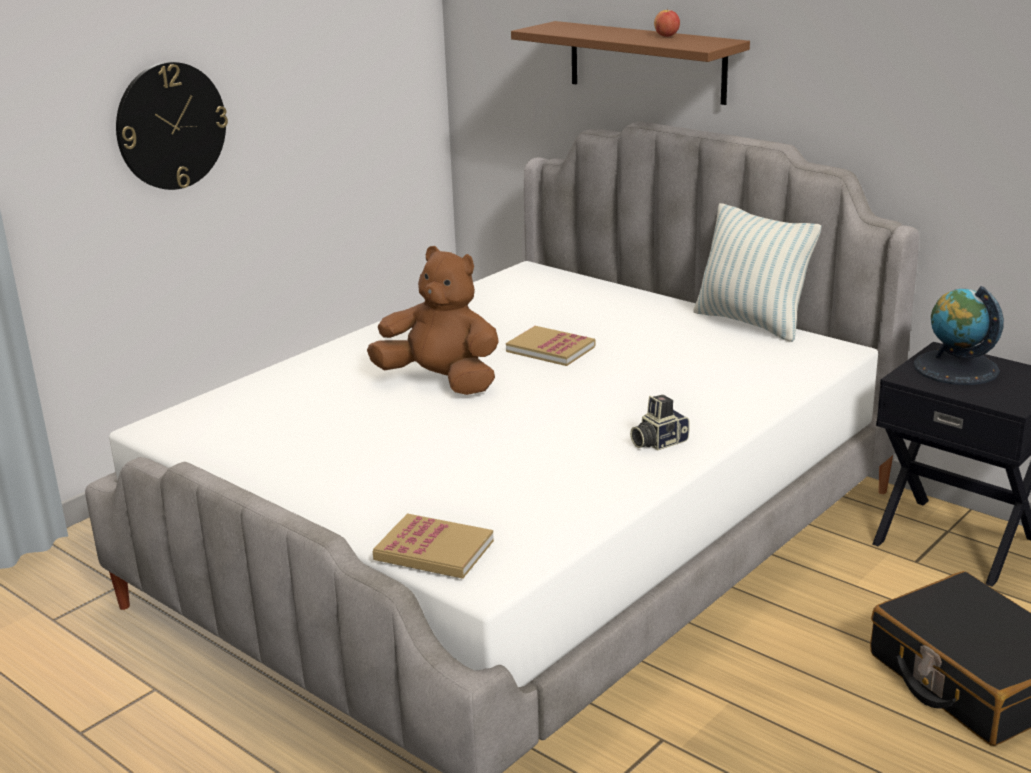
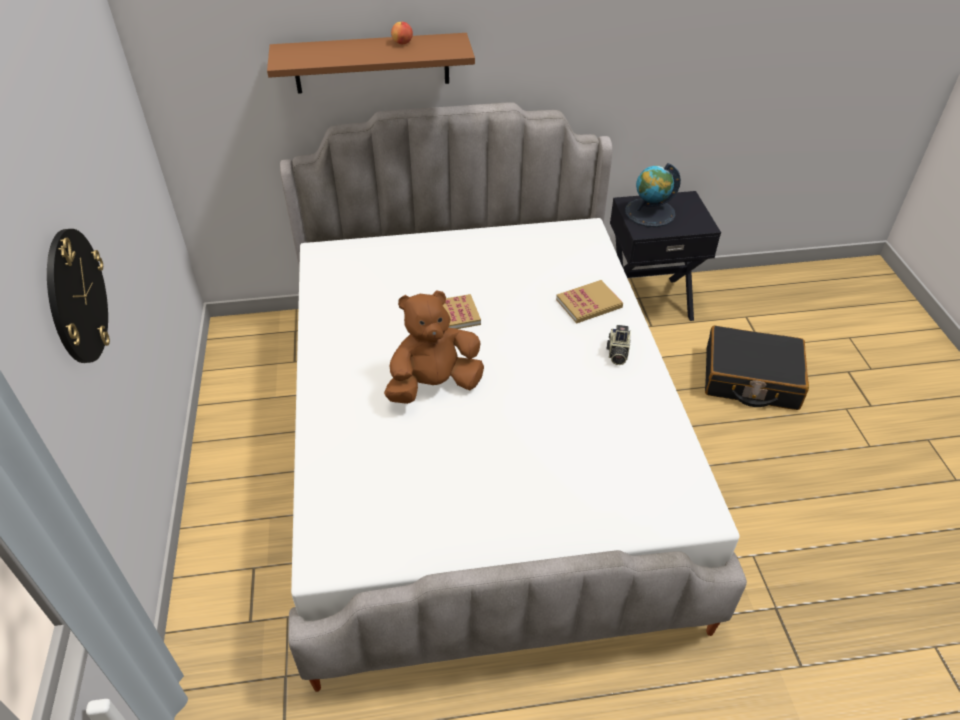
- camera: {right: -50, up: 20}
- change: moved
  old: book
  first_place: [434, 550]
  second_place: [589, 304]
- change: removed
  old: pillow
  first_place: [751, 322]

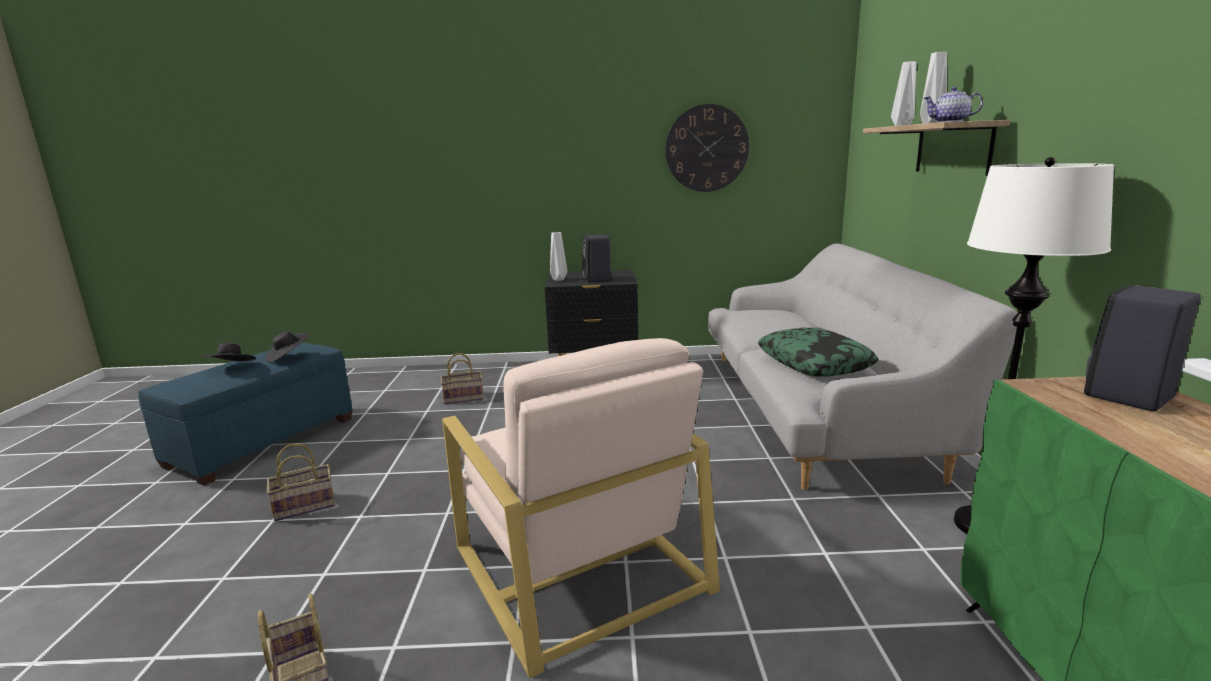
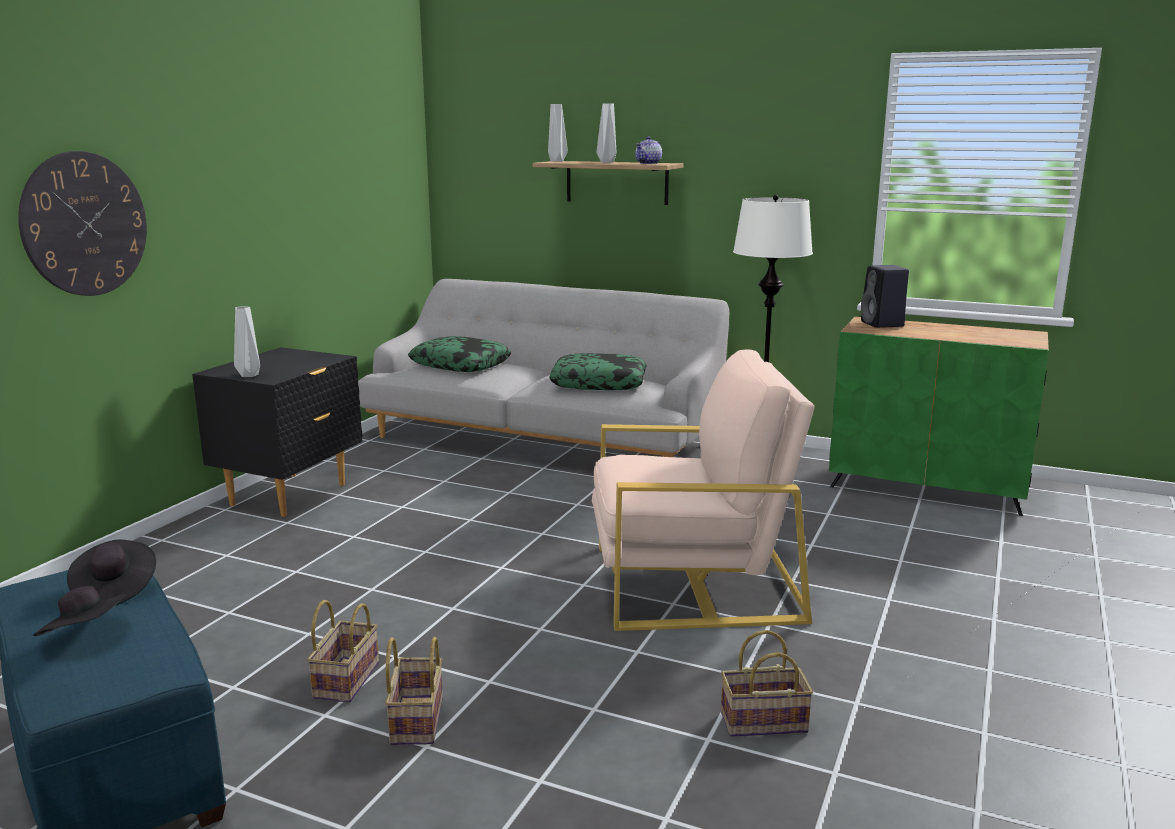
- camera: {right: -65, up: 0}
- change: moved
  old: basket
  first_place: [464, 398]
  second_place: [346, 679]
- change: removed
  old: speaker in black
  first_place: [597, 279]
- change: moved
  old: wall clock
  first_place: [707, 148]
  second_place: [85, 224]
- change: added
  new: pillow
  second_place: [461, 364]

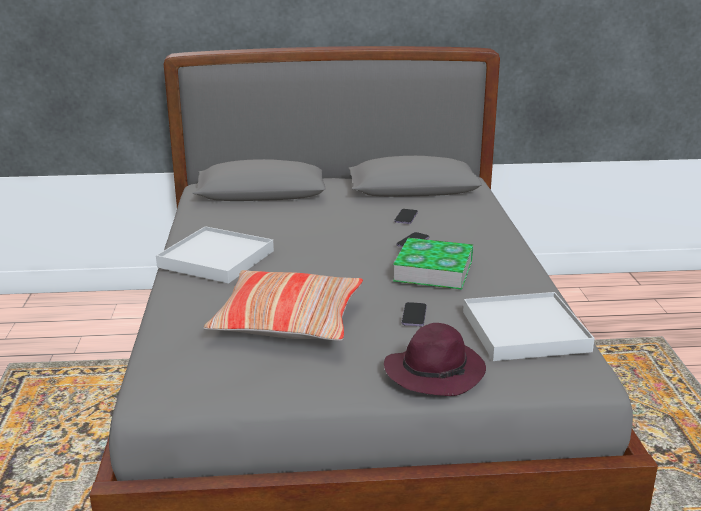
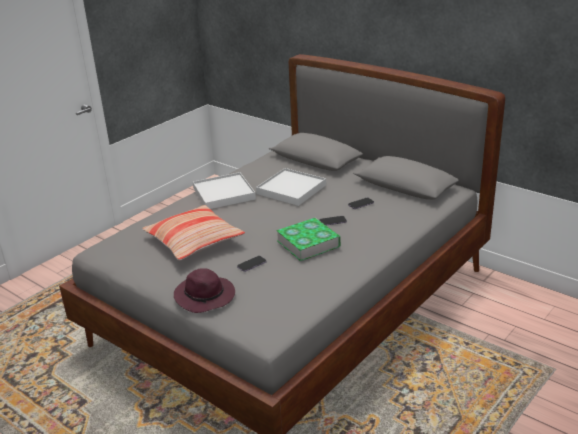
- camera: {right: 45, up: 5}
- change: moved
  old: tray in white
  first_place: [525, 331]
  second_place: [291, 189]

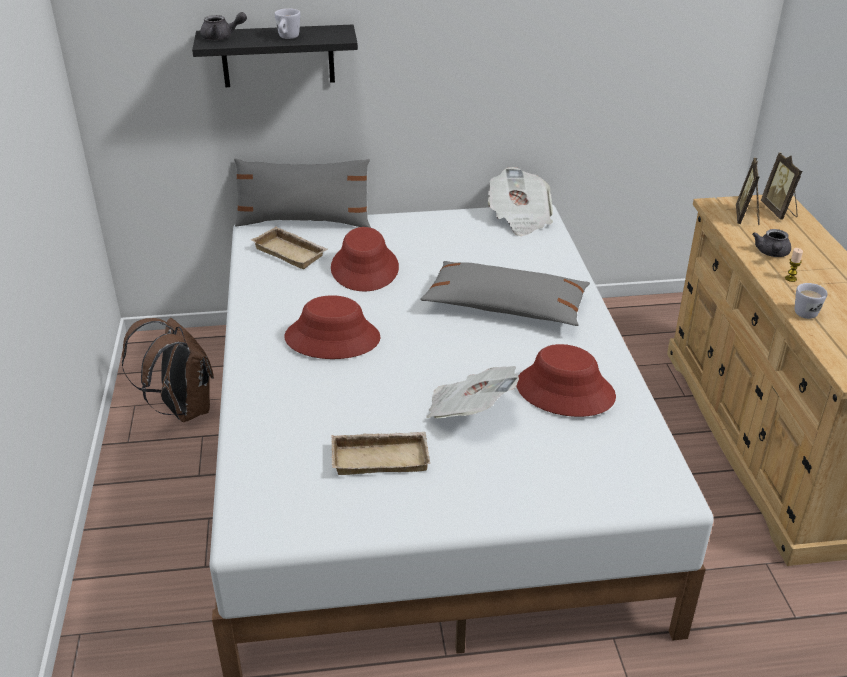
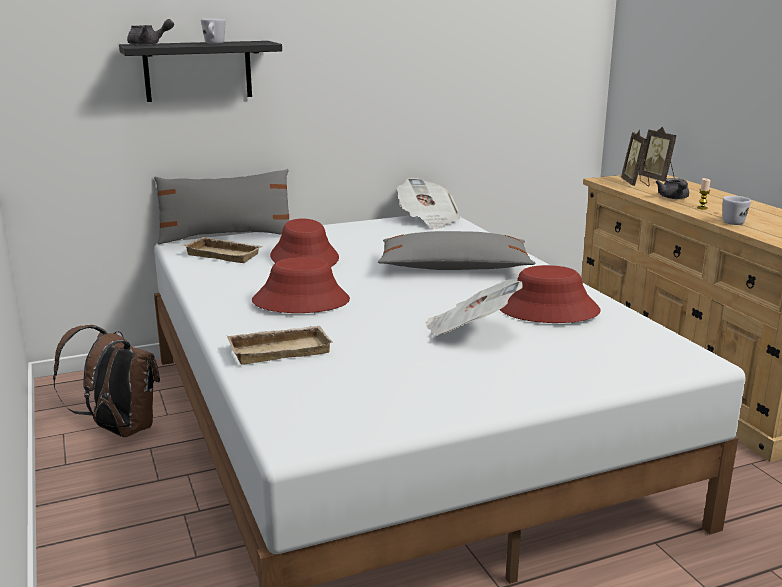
- camera: {right: -15, up: -15}
- change: moved
  old: tray in beige
  first_place: [381, 457]
  second_place: [280, 350]

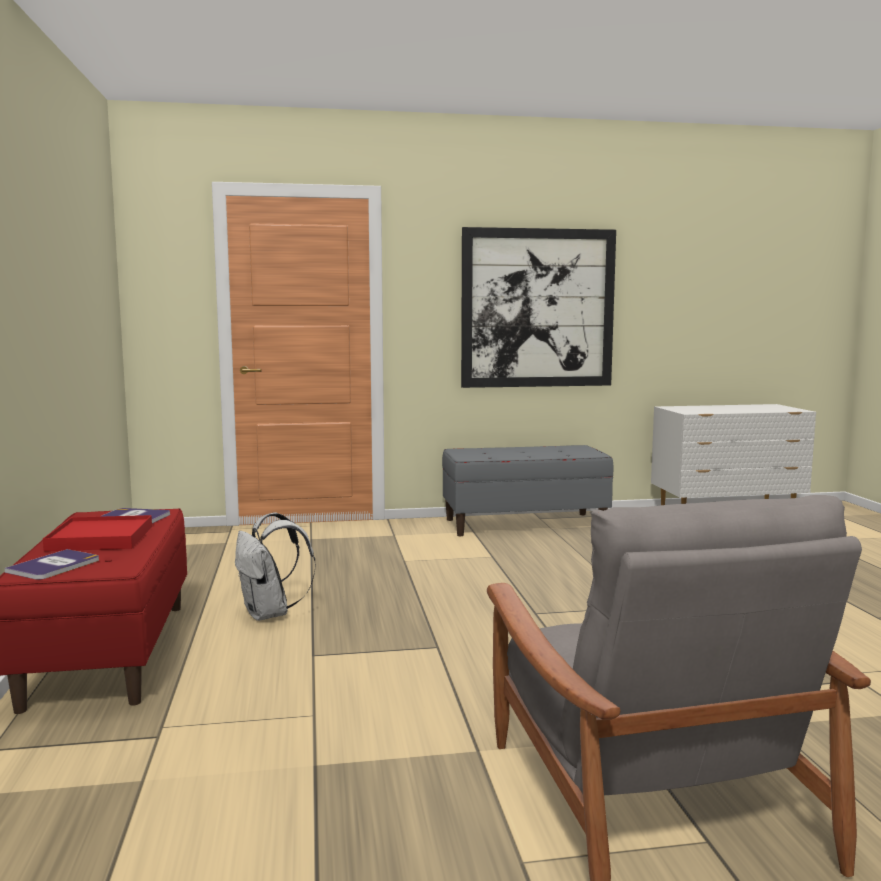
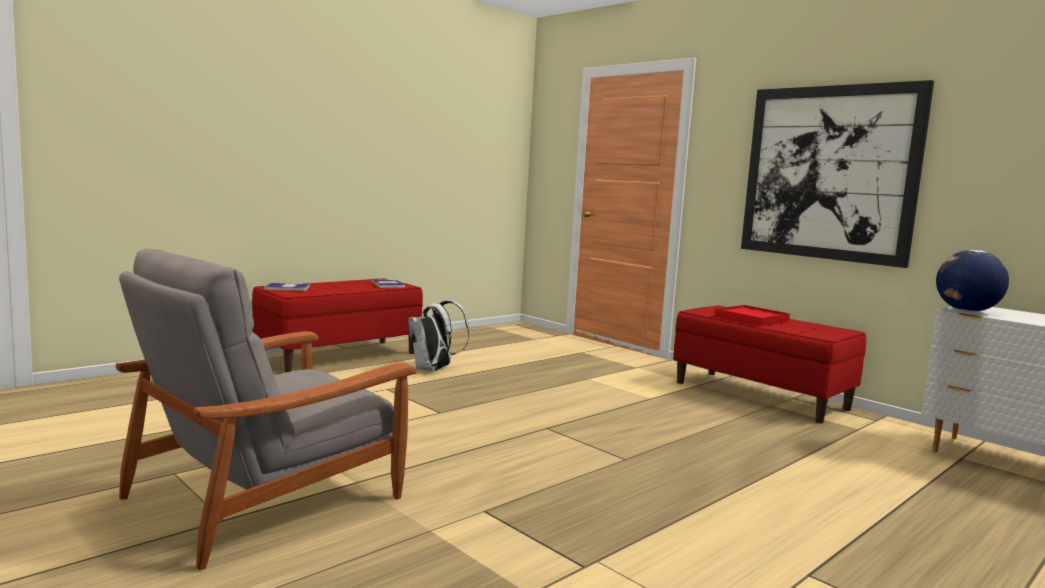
- camera: {right: 55, up: 0}
- change: moved
  old: tray in red
  first_place: [101, 538]
  second_place: [751, 319]
- change: recoloured
  old: bench in grey
  new: bench in red
  first_place: [524, 524]
  second_place: [760, 395]
- change: added
  new: globe
  second_place: [966, 311]

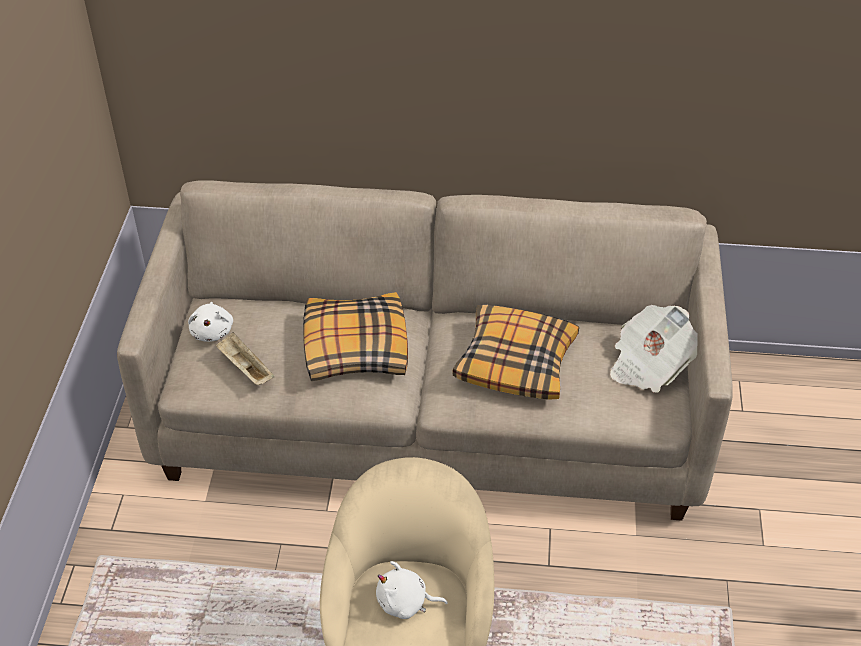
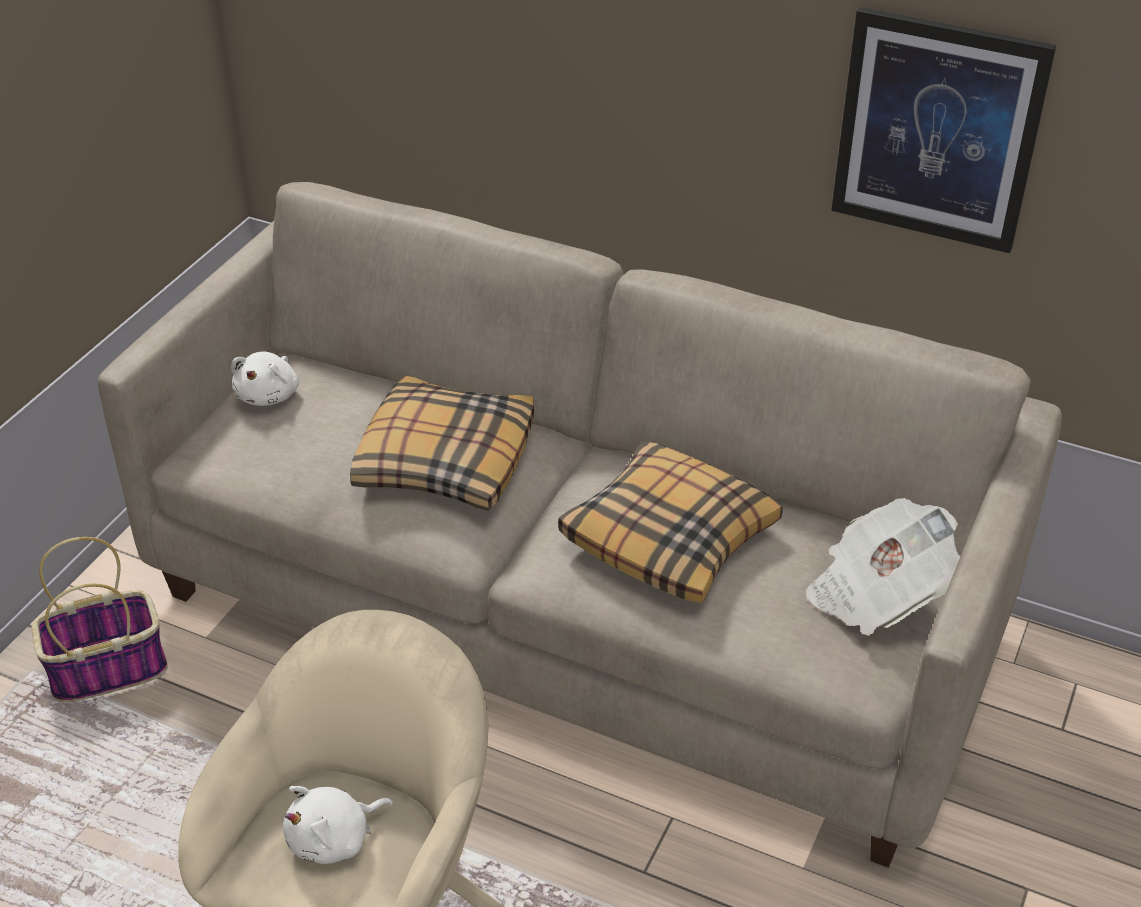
- camera: {right: 20, up: -5}
- change: removed
  old: tray in beige
  first_place: [245, 368]
- change: turned
  old: plush toy in white
  first_place: [405, 603]
  second_place: [334, 839]
  degrees: -60
- change: added
  new: basket
  second_place: [109, 669]
- change: added
  new: picture
  second_place: [937, 131]

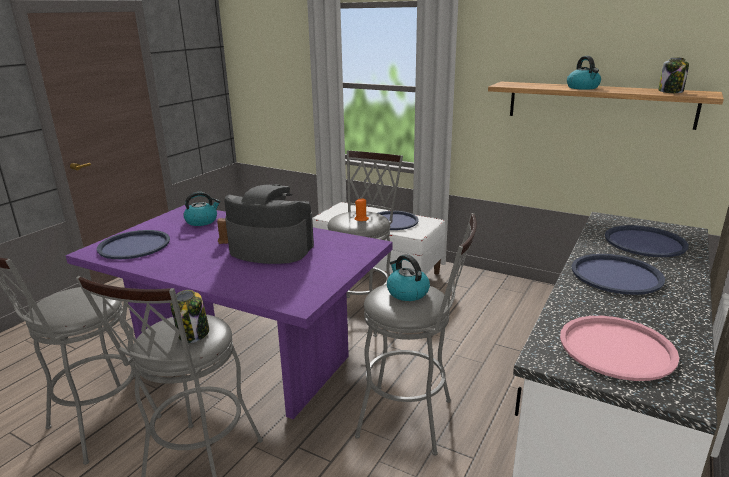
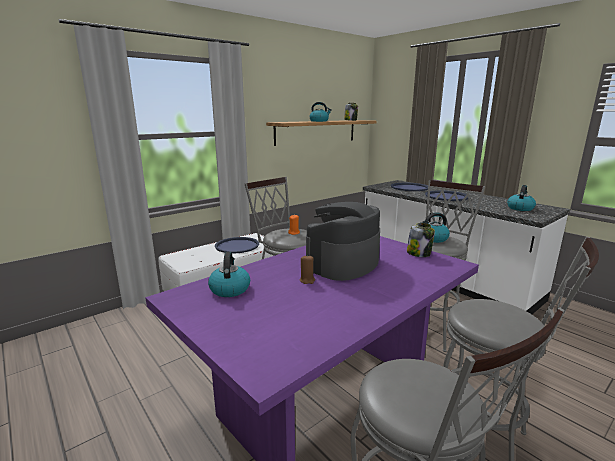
- camera: {right: -70, up: -5}
- change: removed
  old: tray in blue
  first_place: [134, 245]
- change: moved
  old: jar
  first_place: [193, 334]
  second_place: [419, 253]
- change: replaced
  old: tray in pink
  new: kettle
  first_place: [616, 348]
  second_place: [520, 208]

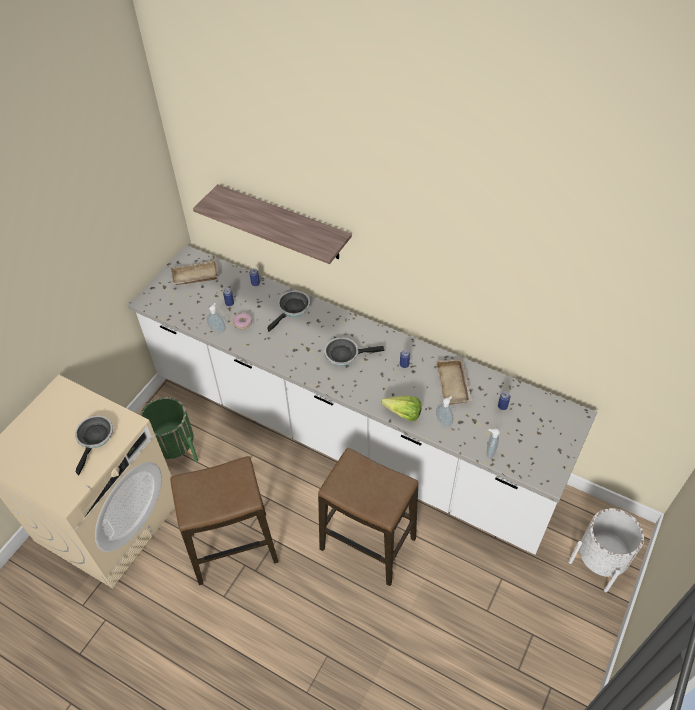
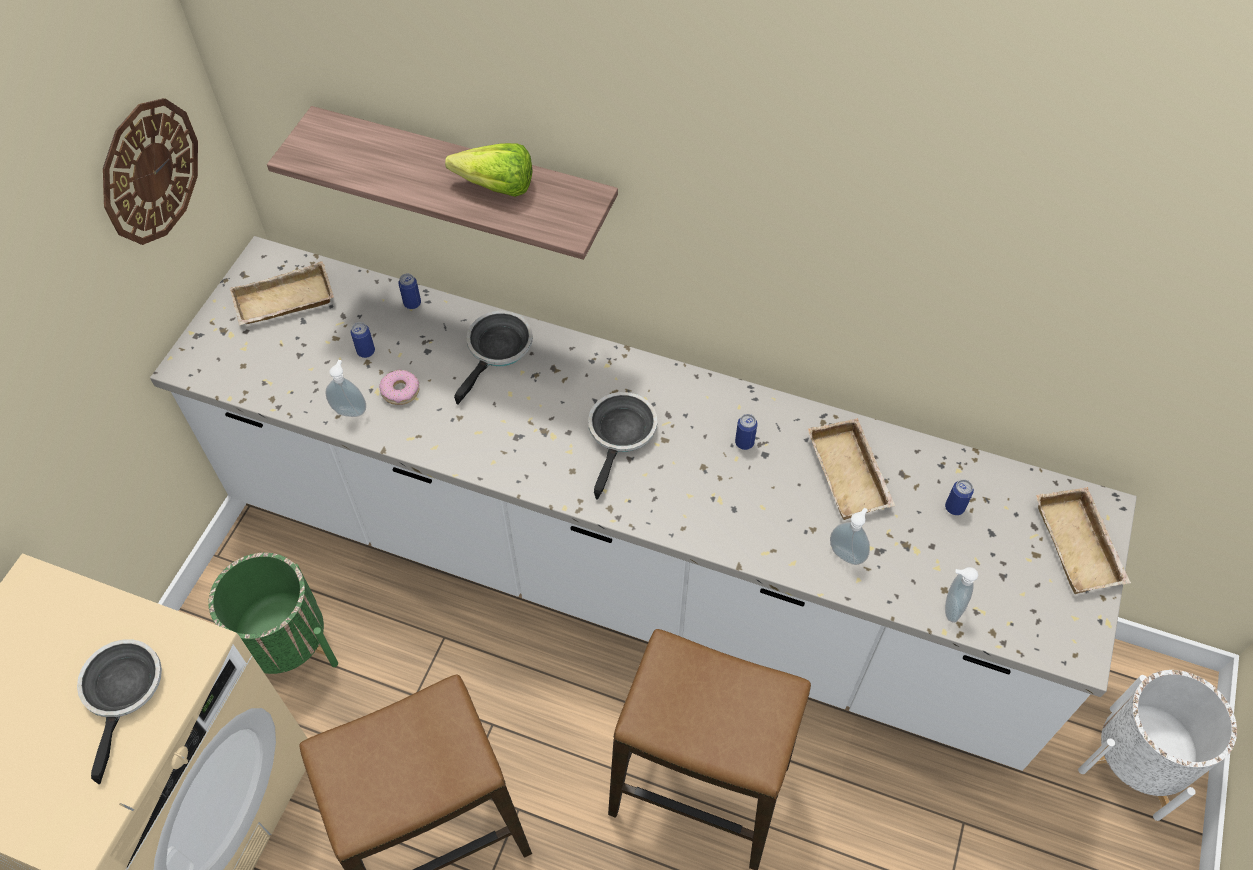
- camera: {right: -10, up: 5}
- change: turned
  old: frying pan
  first_place: [345, 354]
  second_place: [621, 435]
  degrees: 120
- change: moved
  old: lettuce
  first_place: [400, 412]
  second_place: [490, 185]
- change: added
  new: wall clock
  second_place: [150, 171]
- change: added
  new: tray in beige
  second_place: [1081, 546]

